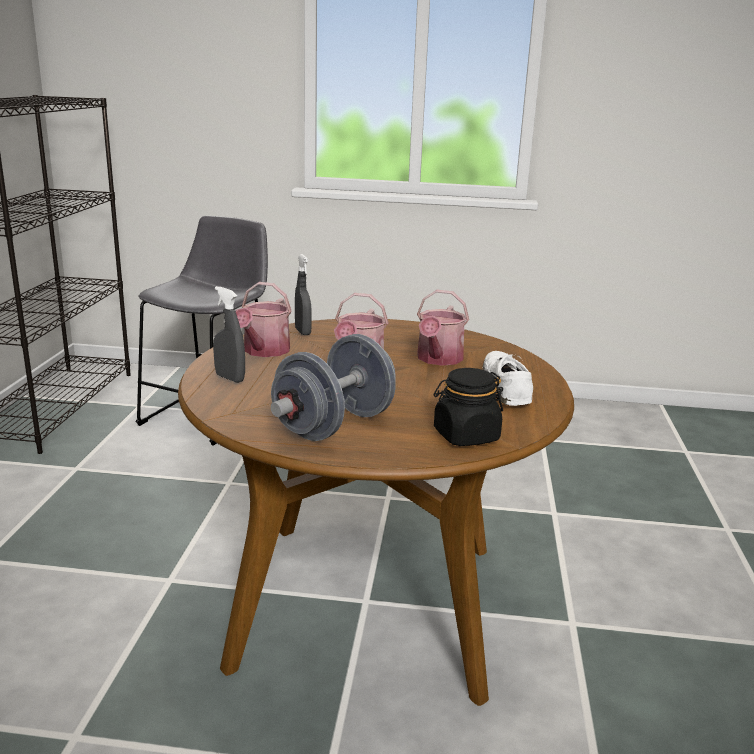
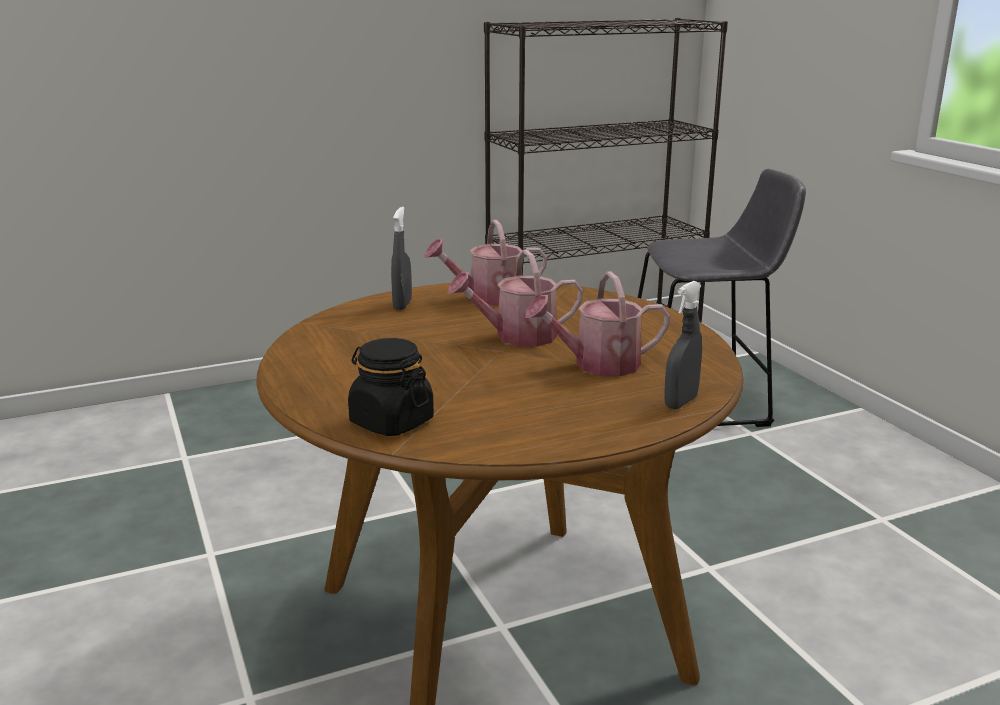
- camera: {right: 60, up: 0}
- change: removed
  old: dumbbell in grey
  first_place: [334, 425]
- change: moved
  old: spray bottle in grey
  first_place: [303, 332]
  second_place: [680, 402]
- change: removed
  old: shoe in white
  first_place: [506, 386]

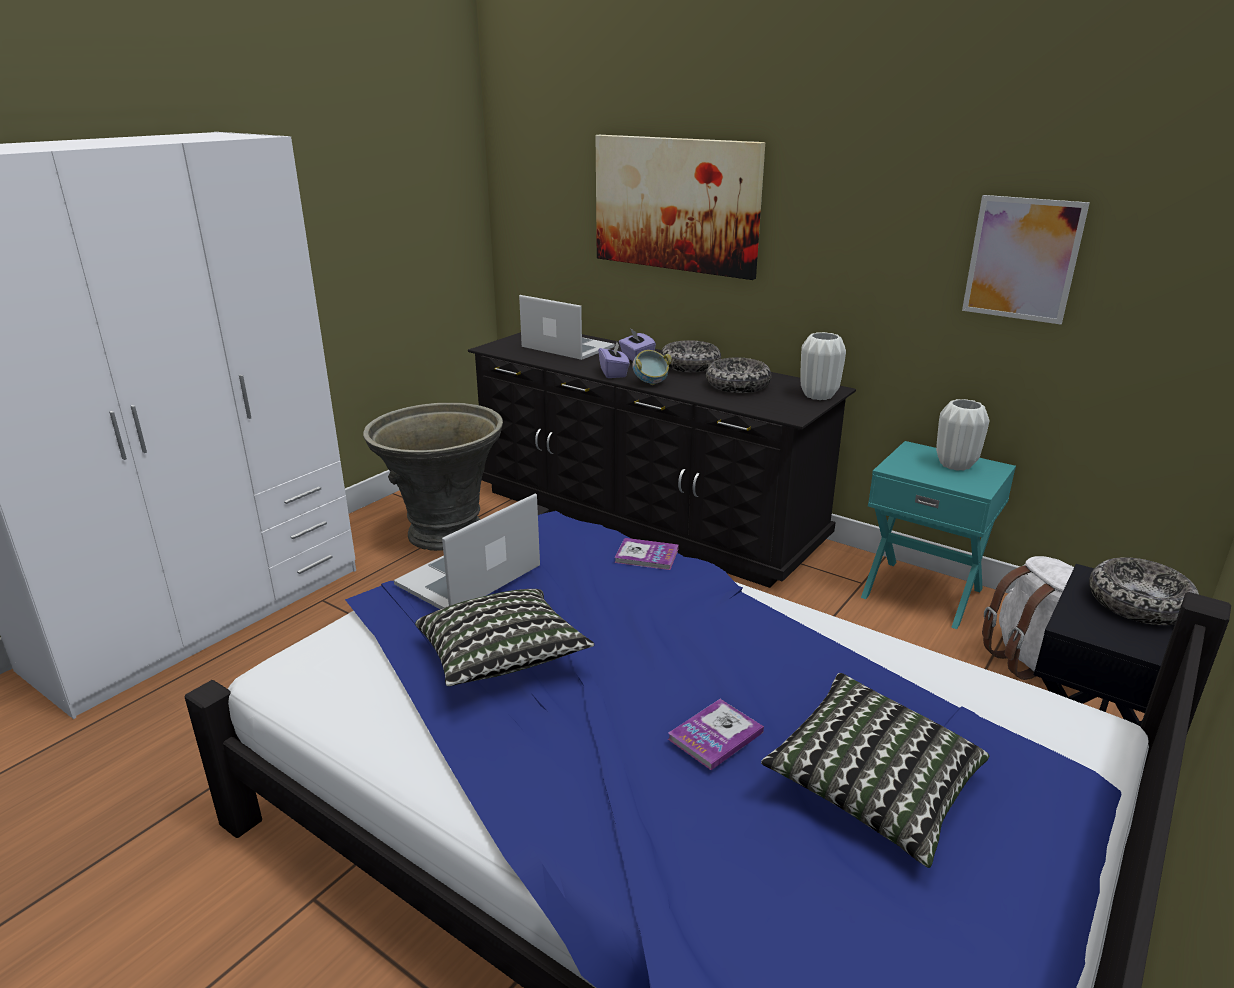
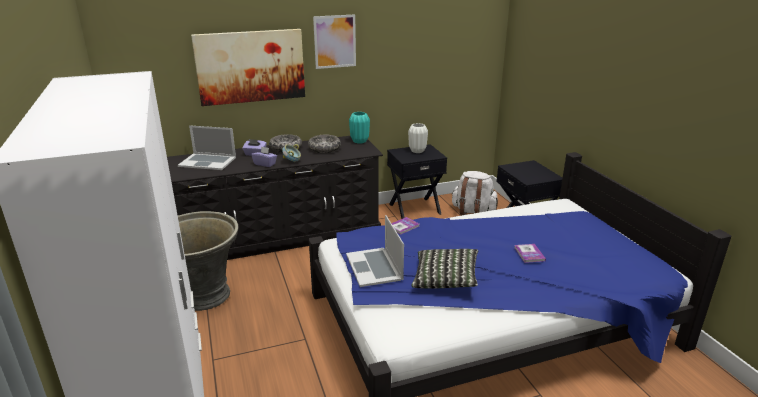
- camera: {right: -55, up: 0}
- change: turned
  old: laptop
  first_place: [567, 347]
  second_place: [207, 162]
  degrees: -150
- change: removed
  old: pillow
  first_place: [873, 787]
- change: recoloured
  old: vase in white
  new: vase in turquoise
  first_place: [818, 396]
  second_place: [359, 141]
- change: recoloured
  old: nightstand in turquoise
  new: nightstand in black
  first_place: [922, 592]
  second_place: [414, 208]
- change: moved
  old: picture
  first_place: [1022, 259]
  second_place: [335, 41]
- change: removed
  old: bowl
  first_place: [1138, 604]

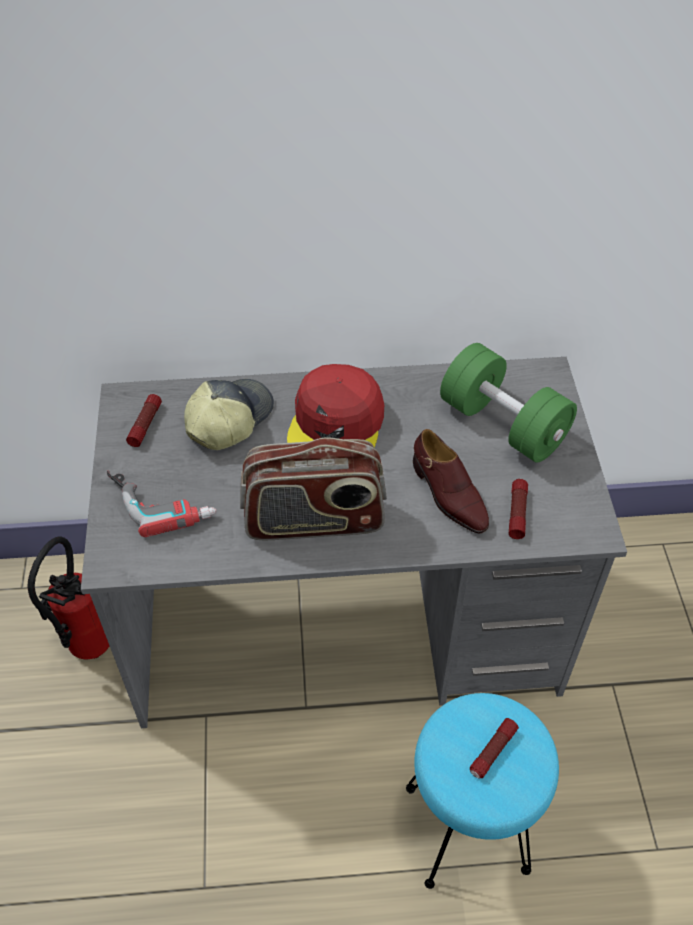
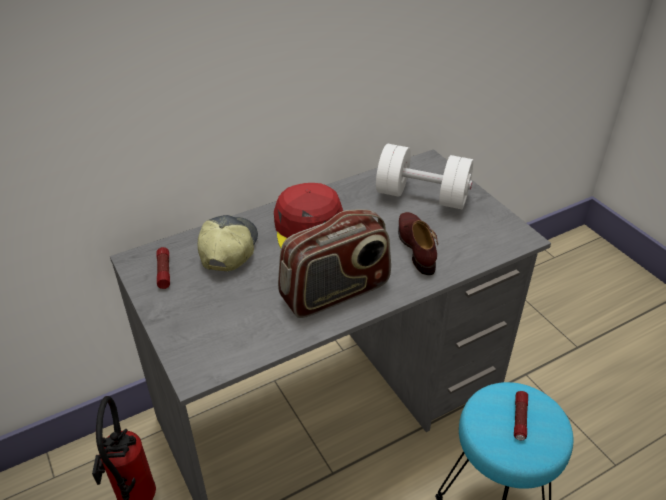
- camera: {right: -25, up: -10}
- change: removed
  old: power drill
  first_place: [162, 499]
- change: turned
  old: shoe in brown
  first_place: [448, 494]
  second_place: [416, 246]
  degrees: -135
- change: recoloured
  old: dumbbell in green
  new: dumbbell in white
  first_place: [503, 424]
  second_place: [422, 196]
- change: removed
  old: flashlight
  first_place: [517, 513]

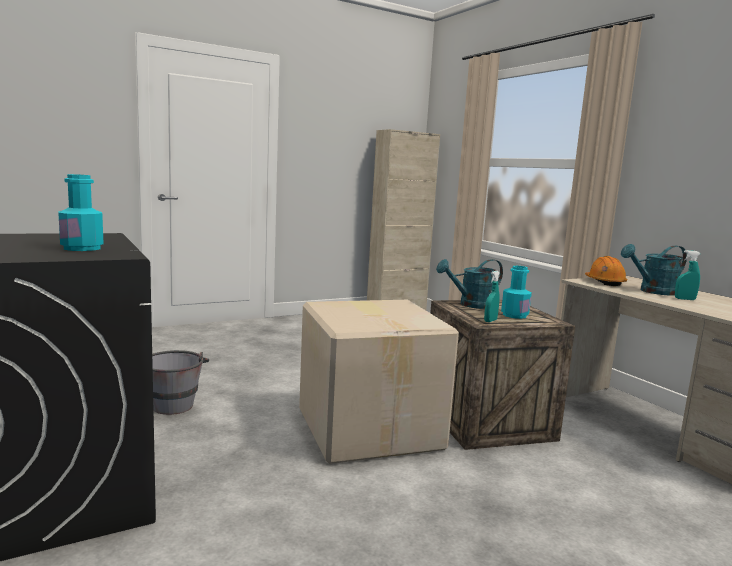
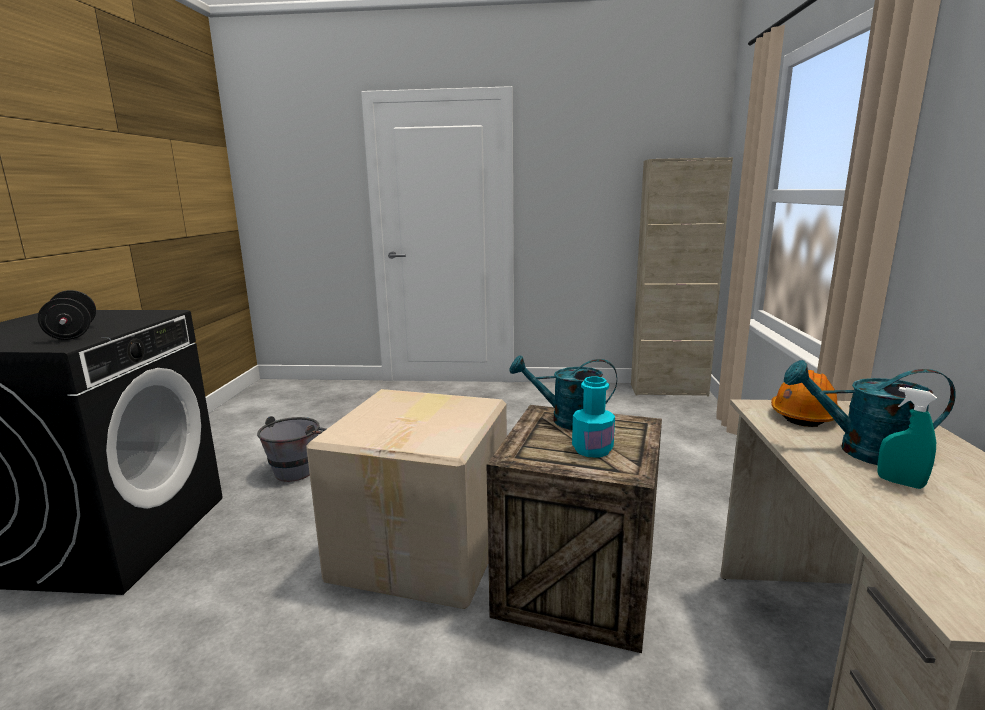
- camera: {right: 35, up: 5}
- change: replaced
  old: bottle in turquoise
  new: dumbbell in black
  first_place: [82, 248]
  second_place: [73, 333]
- change: removed
  old: spray bottle in turquoise
  first_place: [490, 321]

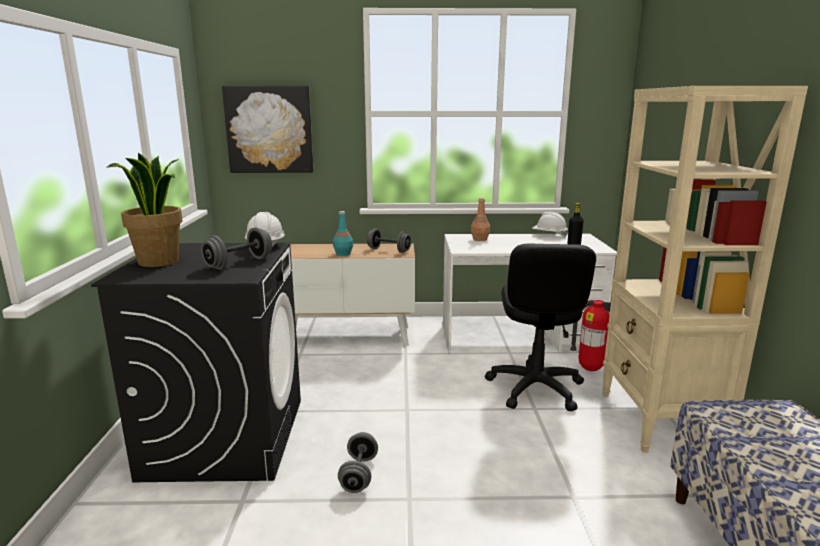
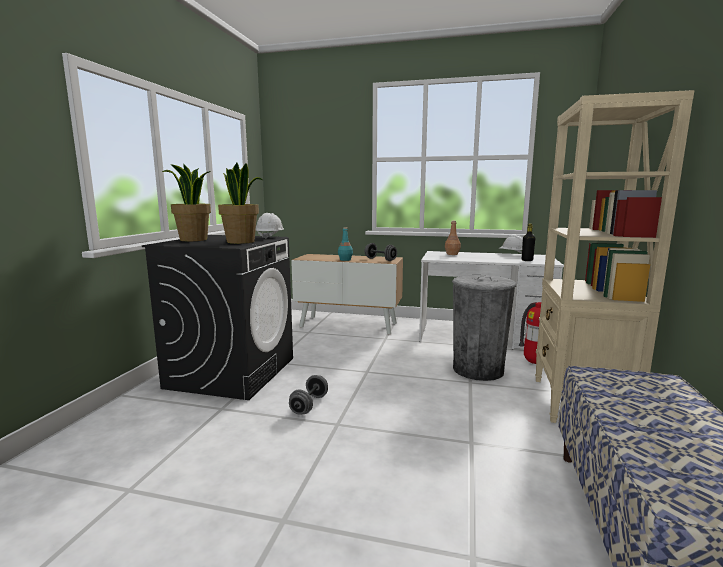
- camera: {right: 15, up: -5}
- change: replaced
  old: dumbbell in grey
  new: potted plant
  first_place: [239, 263]
  second_place: [241, 242]
- change: removed
  old: picture
  first_place: [269, 129]
- change: replaced
  old: office chair in black
  new: trash can in grey
  first_place: [535, 388]
  second_place: [478, 369]

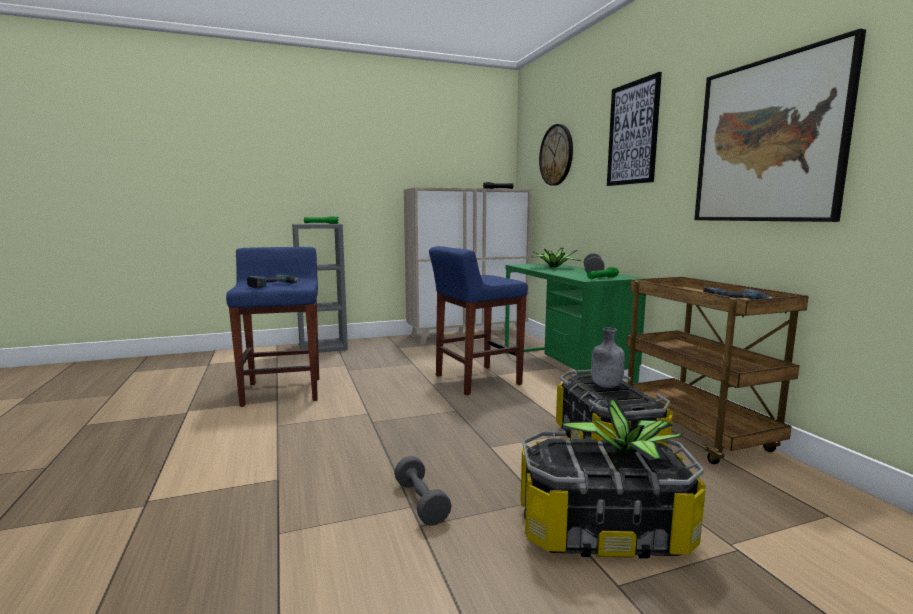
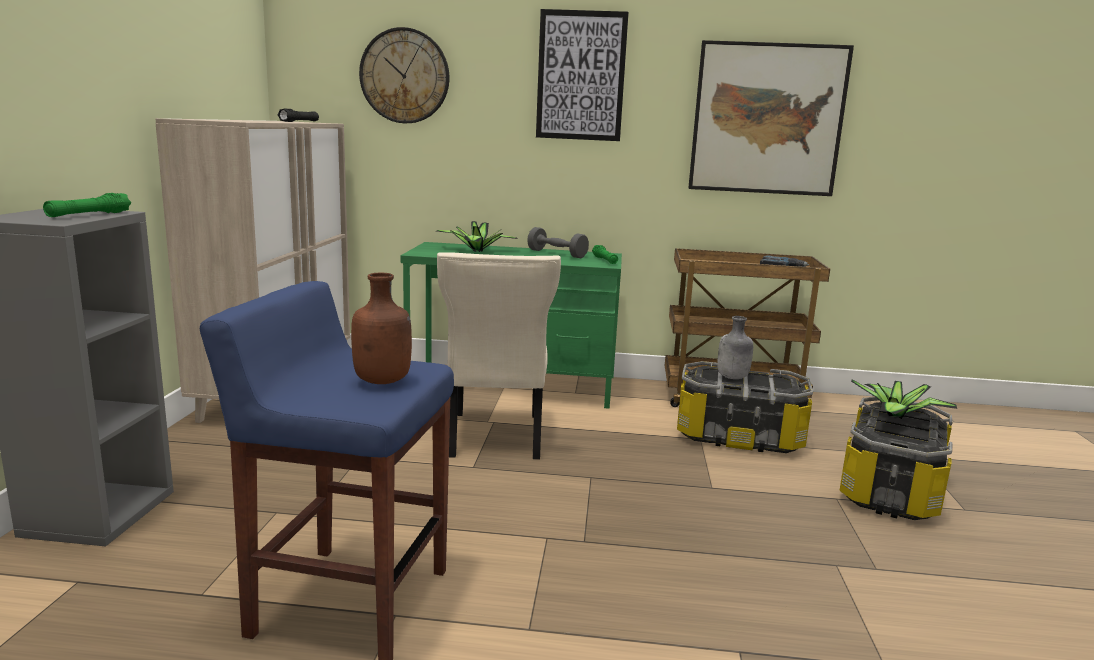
- camera: {right: -65, up: 5}
- change: replaced
  old: power drill
  new: bottle in brown
  first_place: [273, 285]
  second_place: [383, 381]
- change: removed
  old: dumbbell in grey
  first_place: [421, 502]
- change: replaced
  old: stool in blue
  new: chair in beige
  first_place: [476, 380]
  second_place: [494, 438]

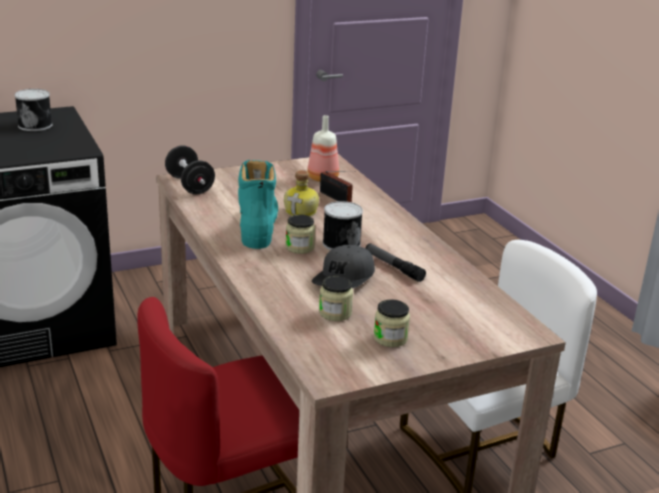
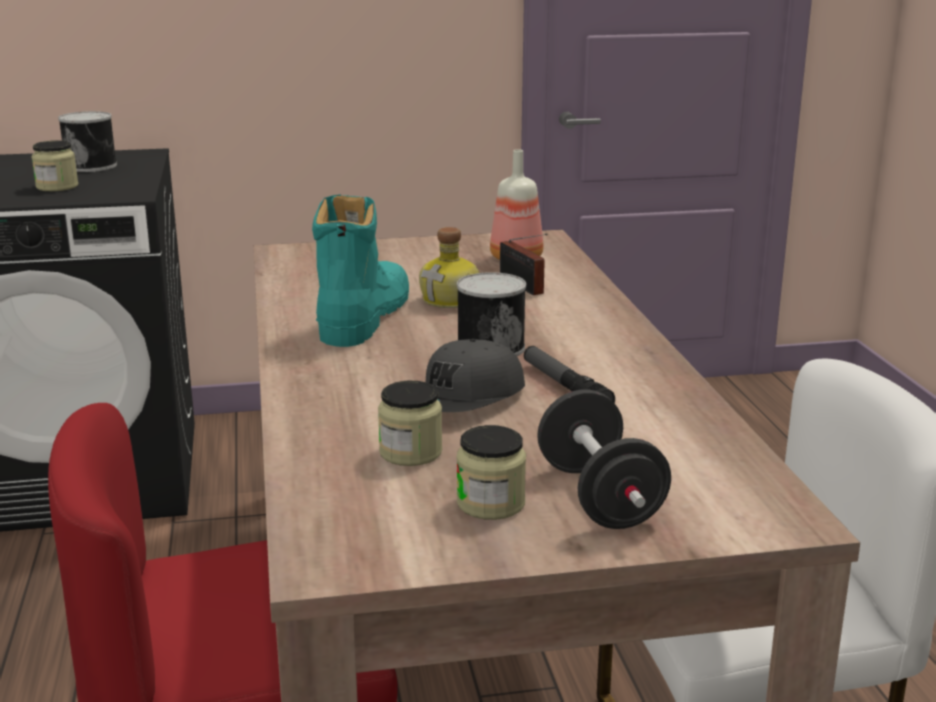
- camera: {right: 15, up: -5}
- change: moved
  old: dumbbell in black
  first_place: [190, 185]
  second_place: [599, 497]
- change: moved
  old: jar
  first_place: [299, 247]
  second_place: [57, 187]

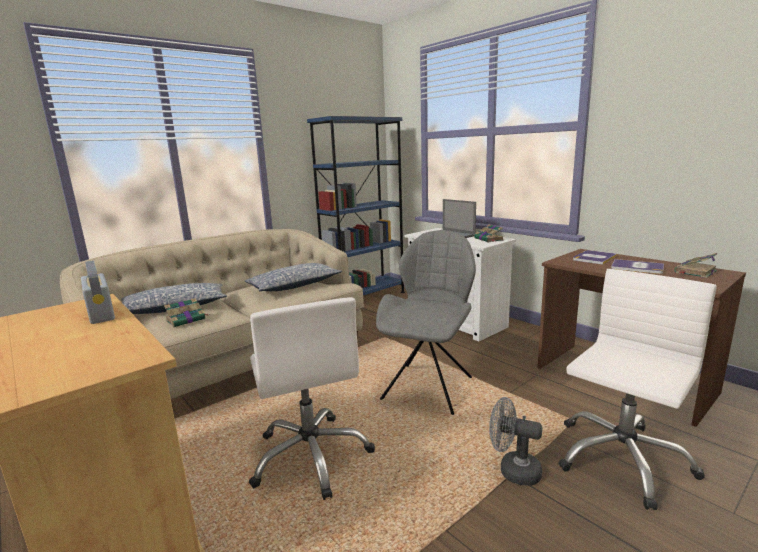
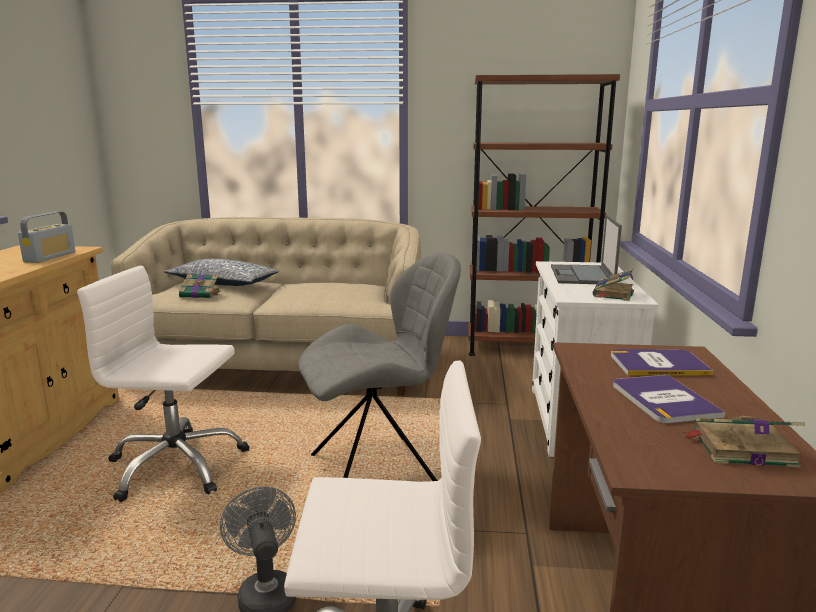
- camera: {right: 45, up: 0}
- change: removed
  old: pillow
  first_place: [294, 286]
- change: turned
  old: office chair in white
  first_place: [311, 456]
  second_place: [176, 466]
  degrees: 75
- change: recoloured
  old: bookcase in blue
  new: bookcase in brown
  first_place: [365, 297]
  second_place: [528, 348]

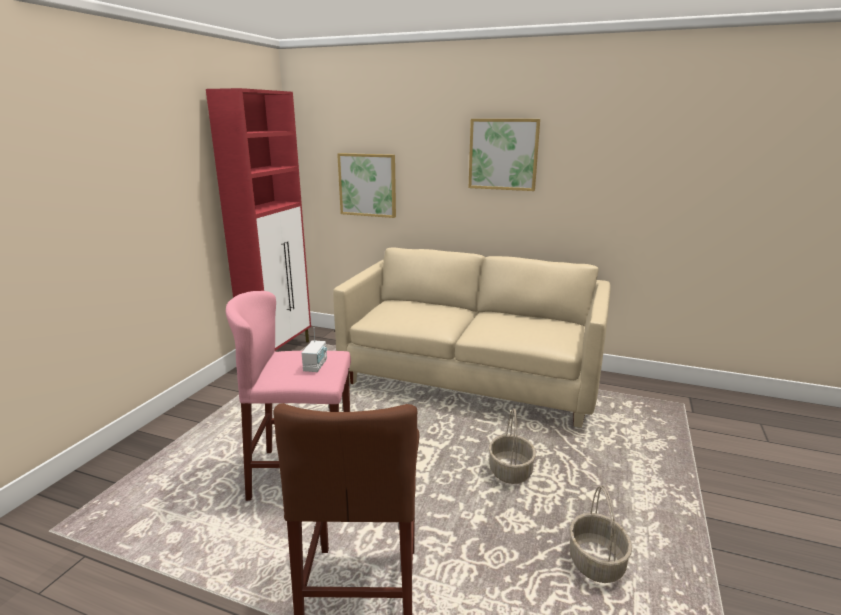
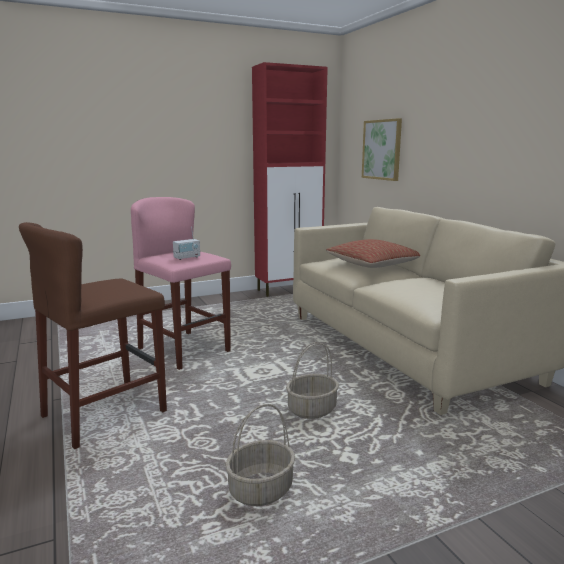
- camera: {right: 45, up: -5}
- change: removed
  old: picture
  first_place: [503, 154]
- change: added
  new: pillow
  second_place: [373, 265]

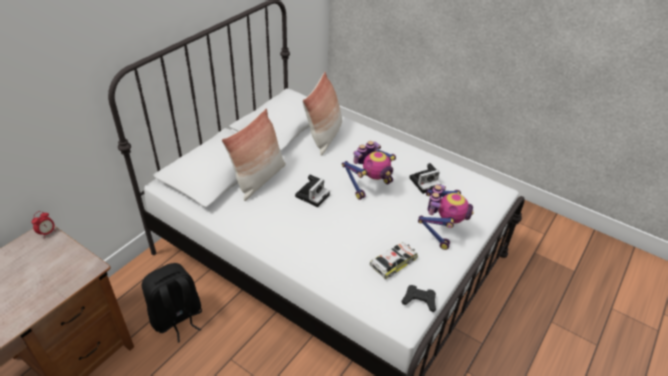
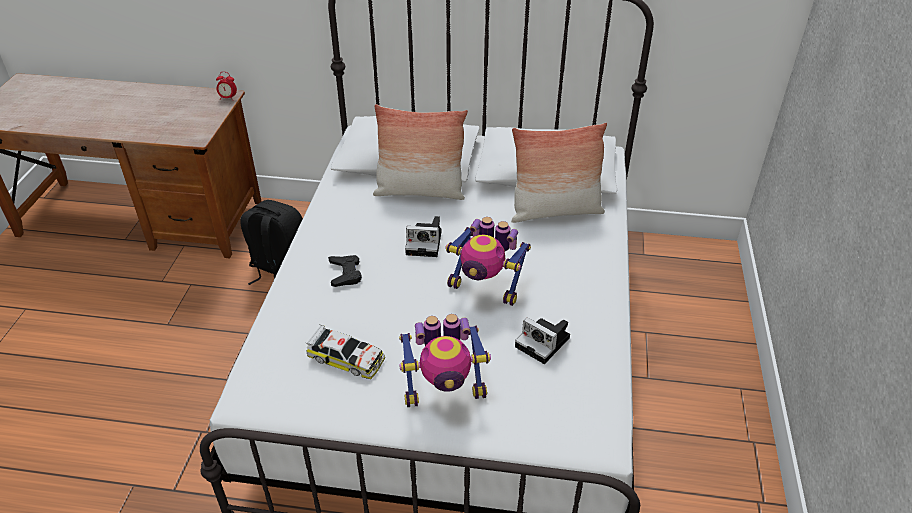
- camera: {right: 65, up: 0}
- change: moved
  old: game controller in black
  first_place: [419, 300]
  second_place: [345, 273]

